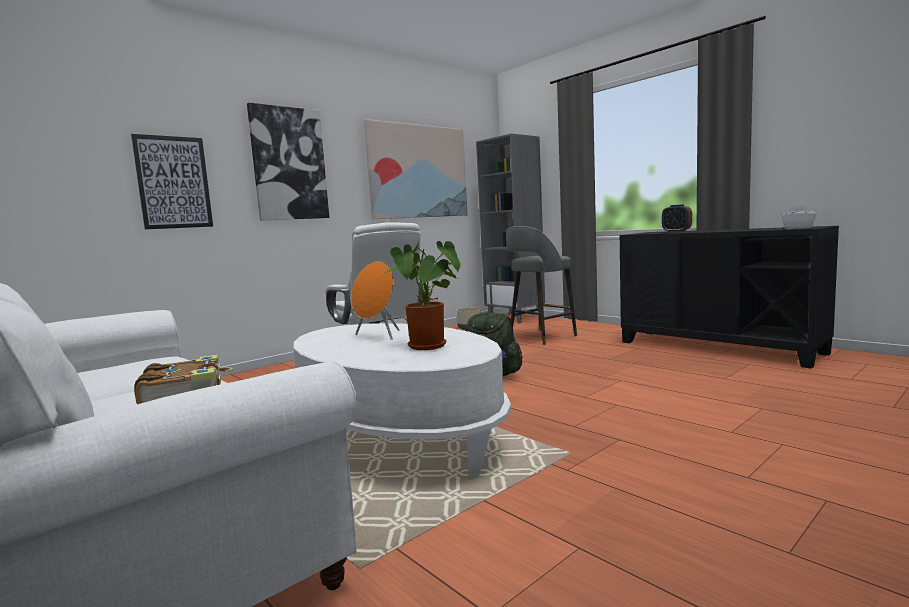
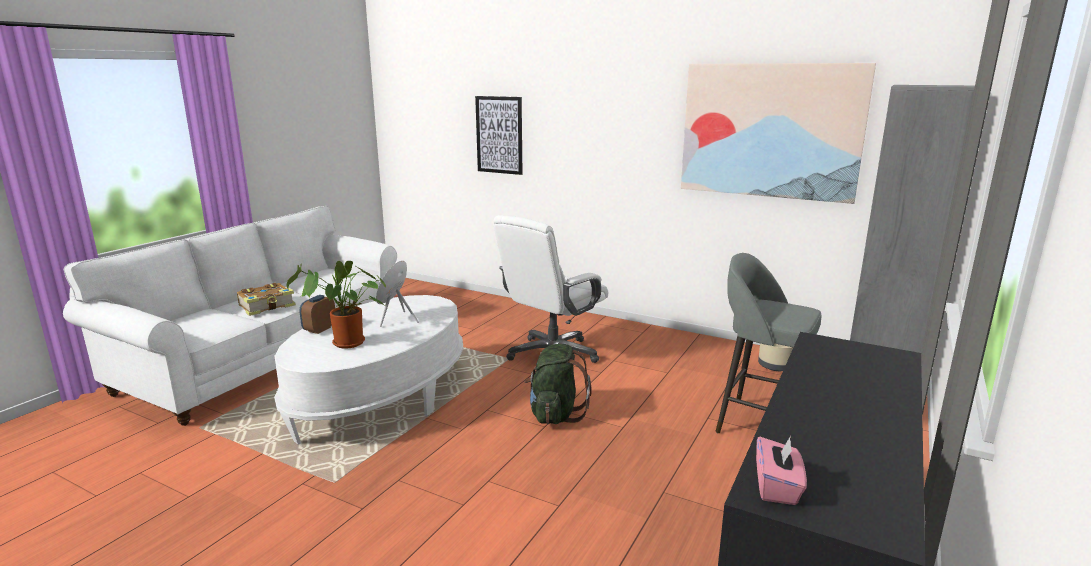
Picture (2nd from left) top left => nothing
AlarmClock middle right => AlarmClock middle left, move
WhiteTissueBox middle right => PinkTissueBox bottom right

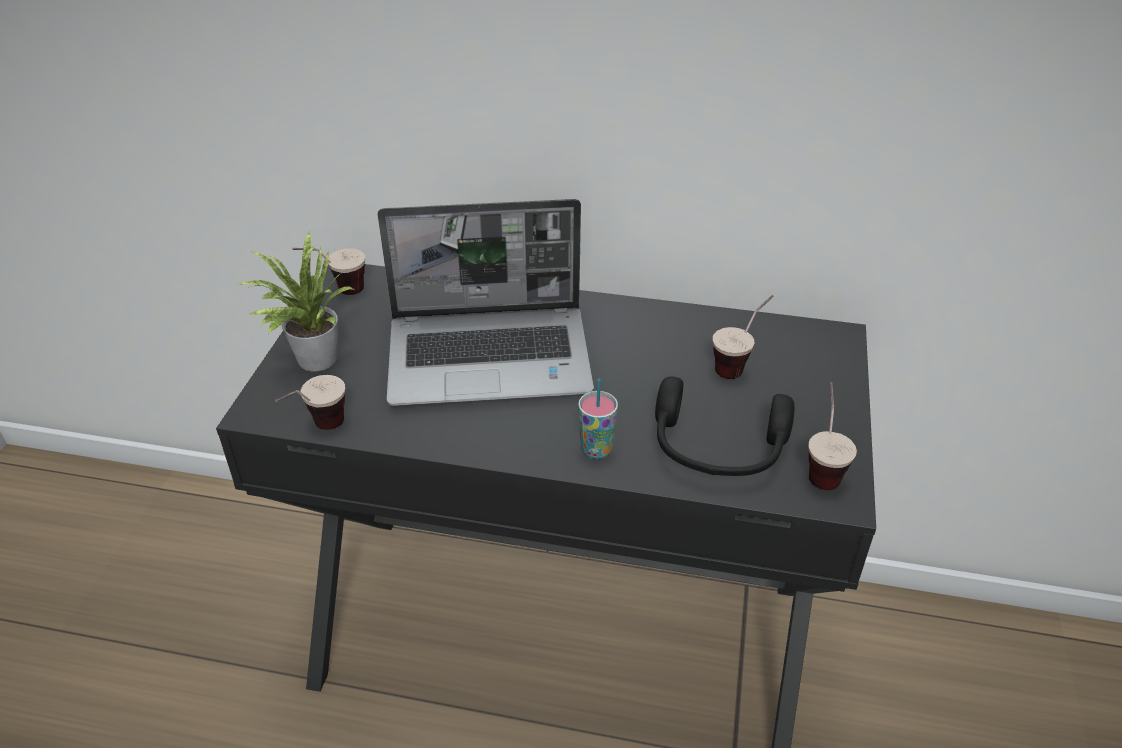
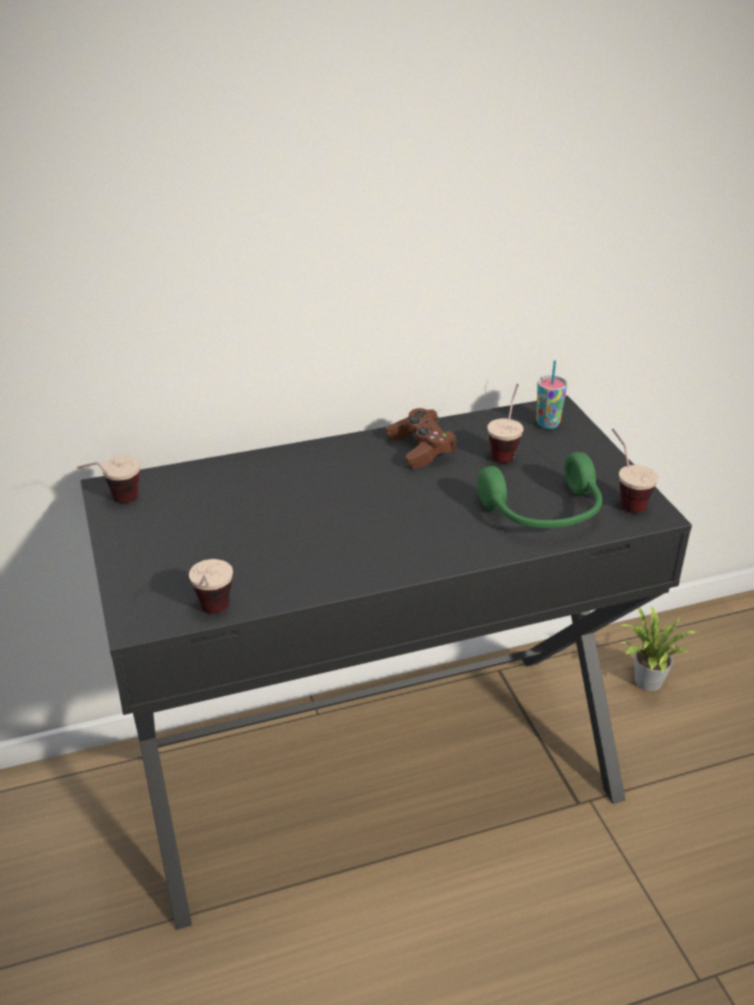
Laptop centre => nothing
PottedPlant middle left => PottedPlant middle right, move
BlackHeadphones centre => GreenHeadphones middle right
Cup (3rd from left in the first image) centre => Cup (4th from left) middle right, move
nothing => BrownGameController centre

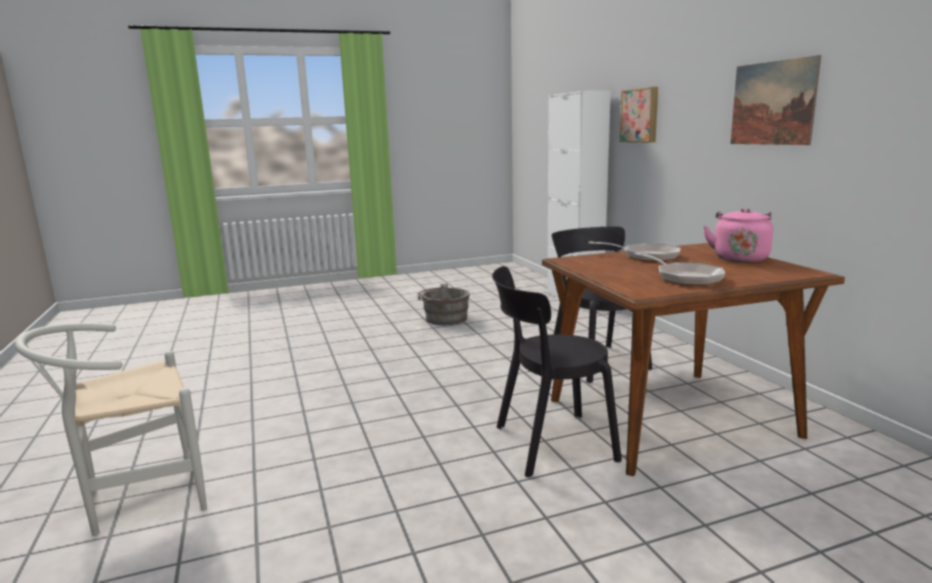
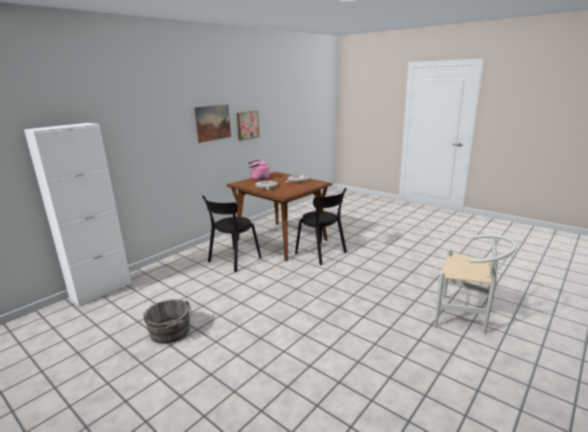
Picture (1st from left in the first image) top right => Picture (2nd from left) top centre, move

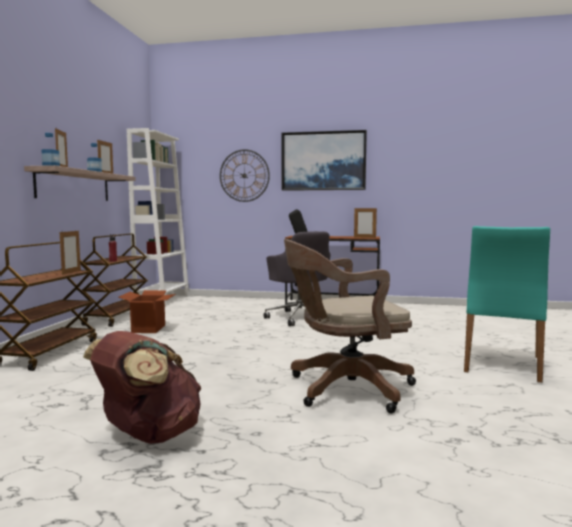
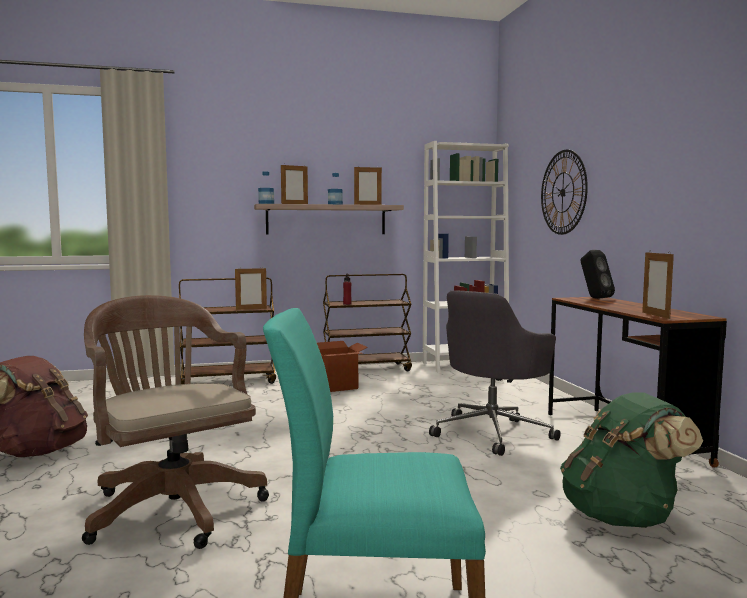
Picture top centre => nothing
nothing => GreenBackpack bottom right

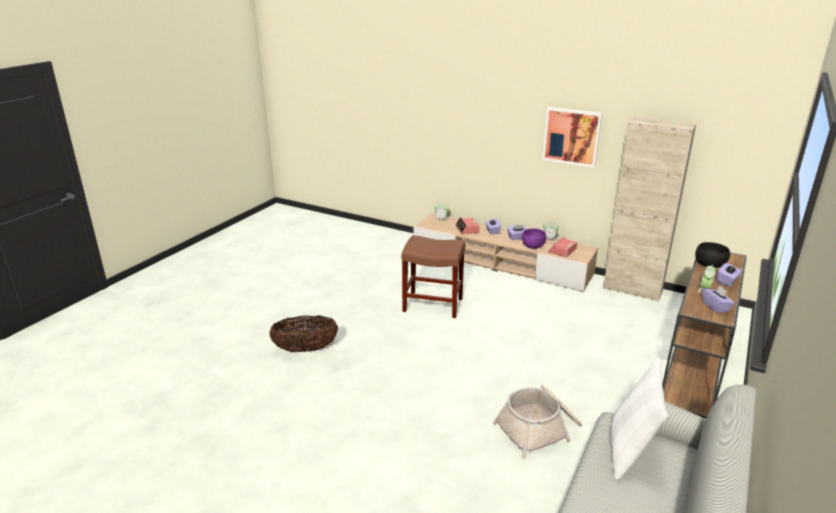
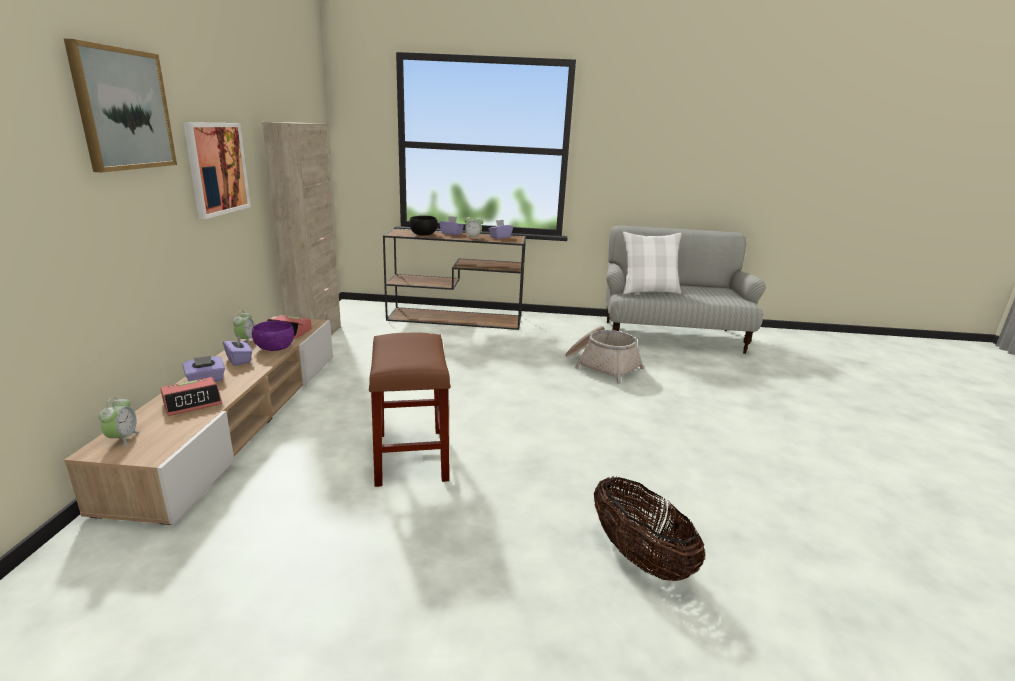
nothing => Picture (1st from left) top left

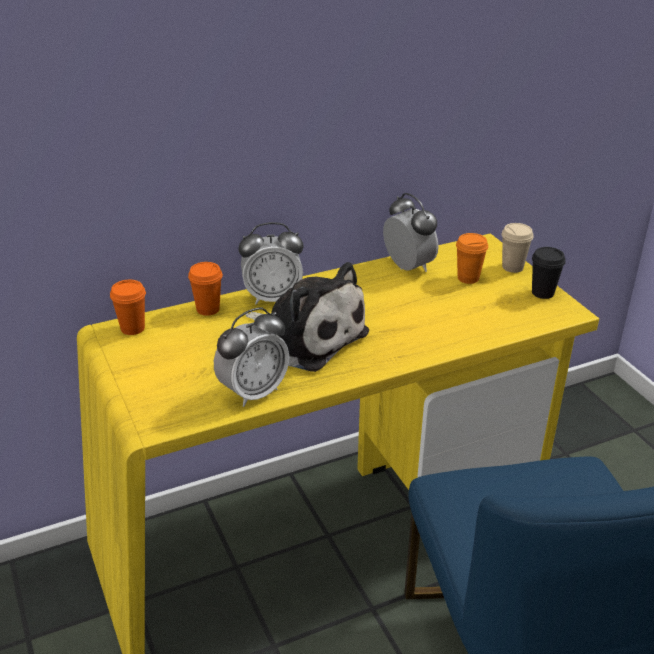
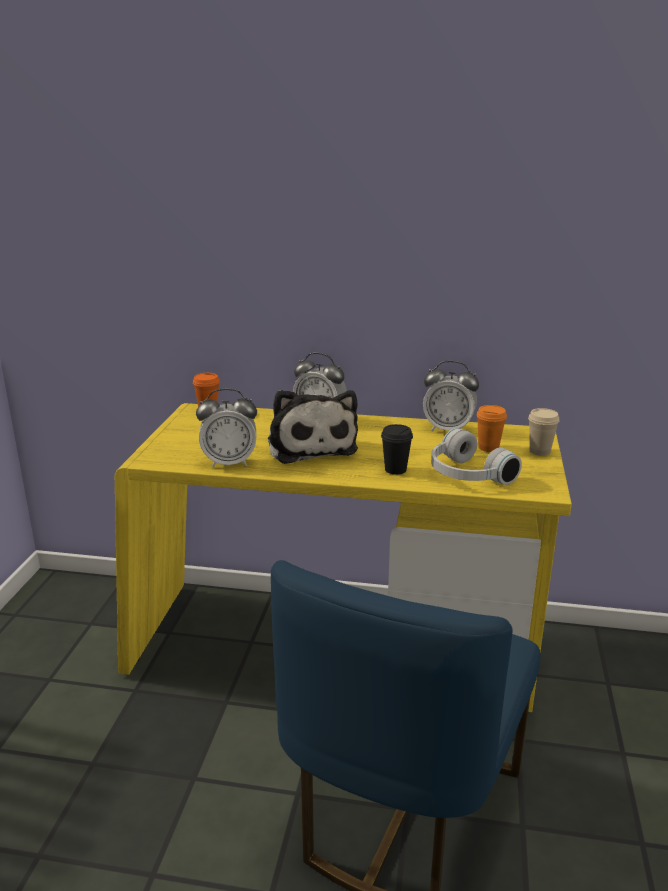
AlarmClock (3rd from left) centre => AlarmClock (3rd from left) middle right, 105 degrees clockwise
BlackCup middle right => BlackCup centre, move
OrangeCup (2nd from left) middle left => nothing
nothing => WhiteHeadphones middle right

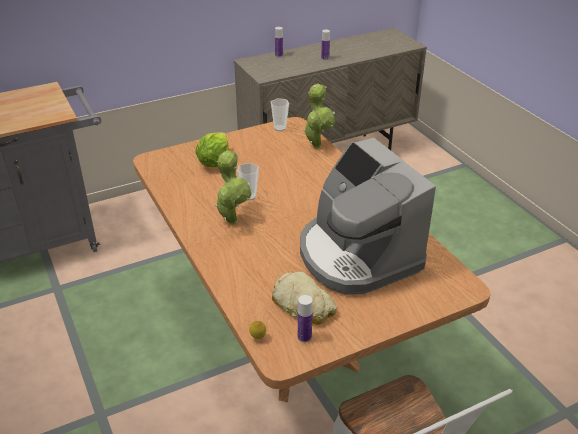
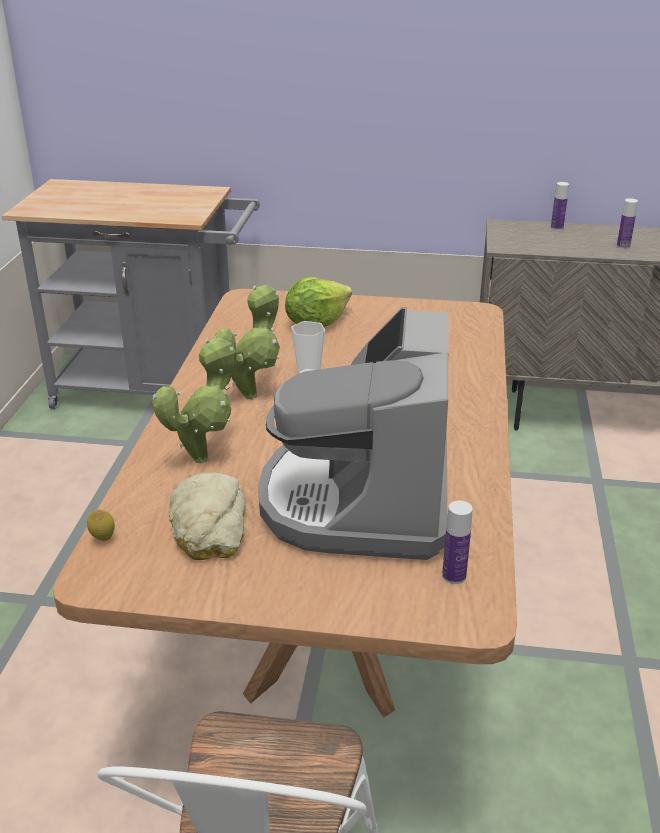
PottedPlant (2nd from left in the first image) top centre => PottedPlant (1st from left) middle left, move
Cup (2nd from left) top centre => nothing
Bottle (2nd from left in the first image) bottom centre => Bottle (1st from left) middle right, move

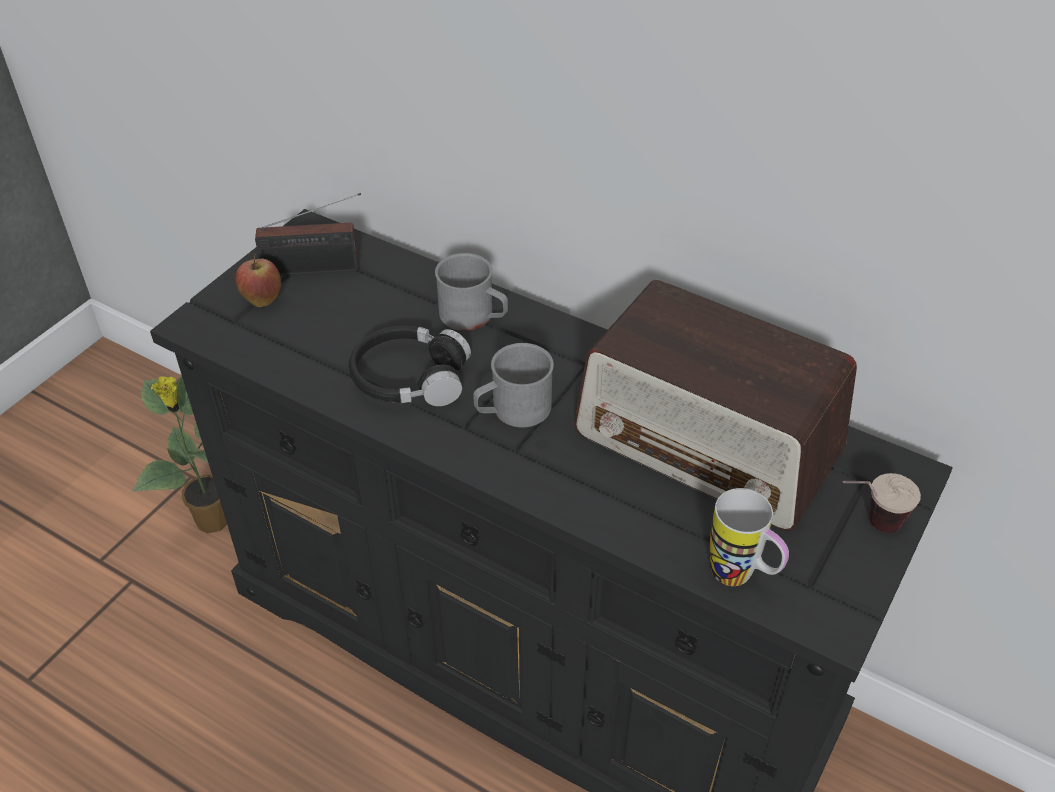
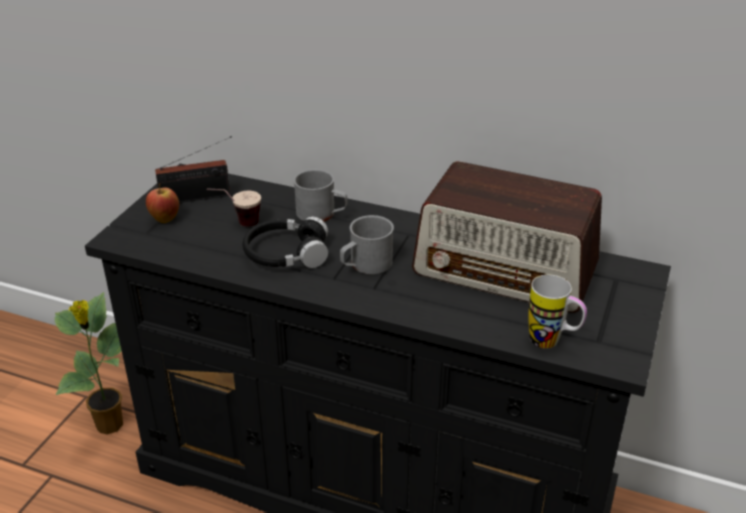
Cup middle right => Cup middle left, move

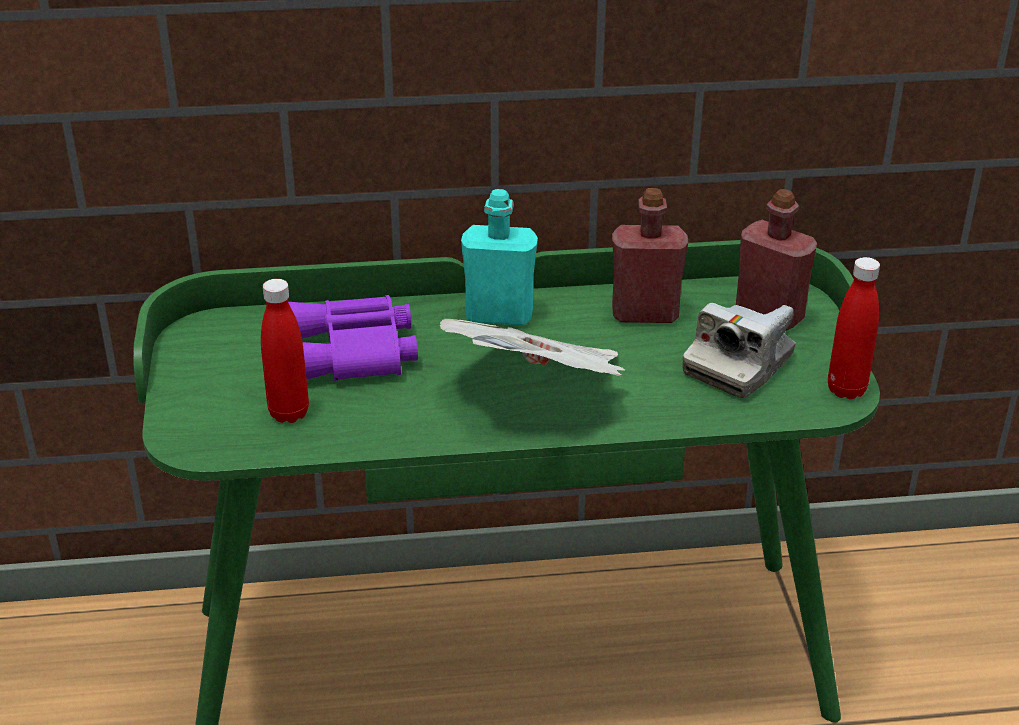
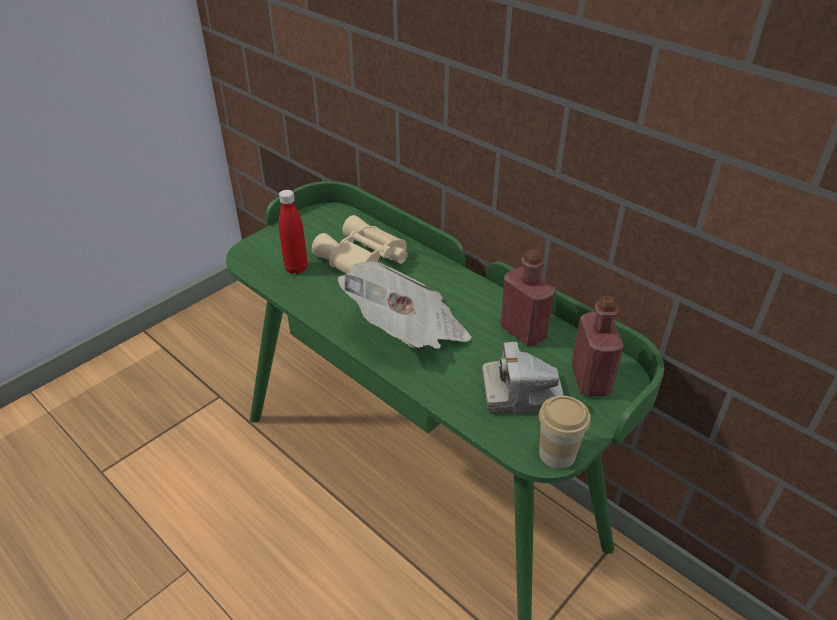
TurquoiseBottle centre => nothing
RedBottle (4th from left) middle right => Cup bottom right
PurpleBinoculars centre => BeigeBinoculars centre

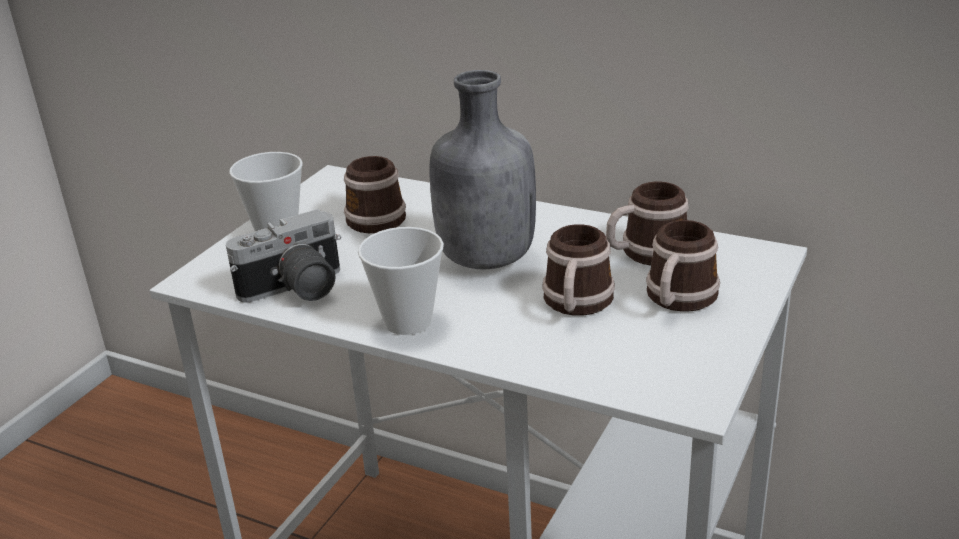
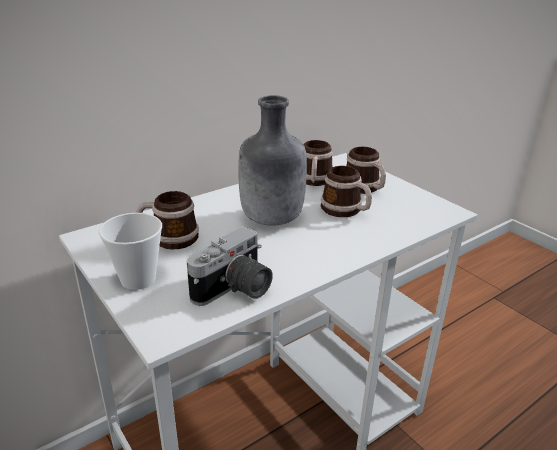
PhotoCamera middle left => PhotoCamera centre, 45 degrees clockwise
Cup (2nd from left) centre => nothing

